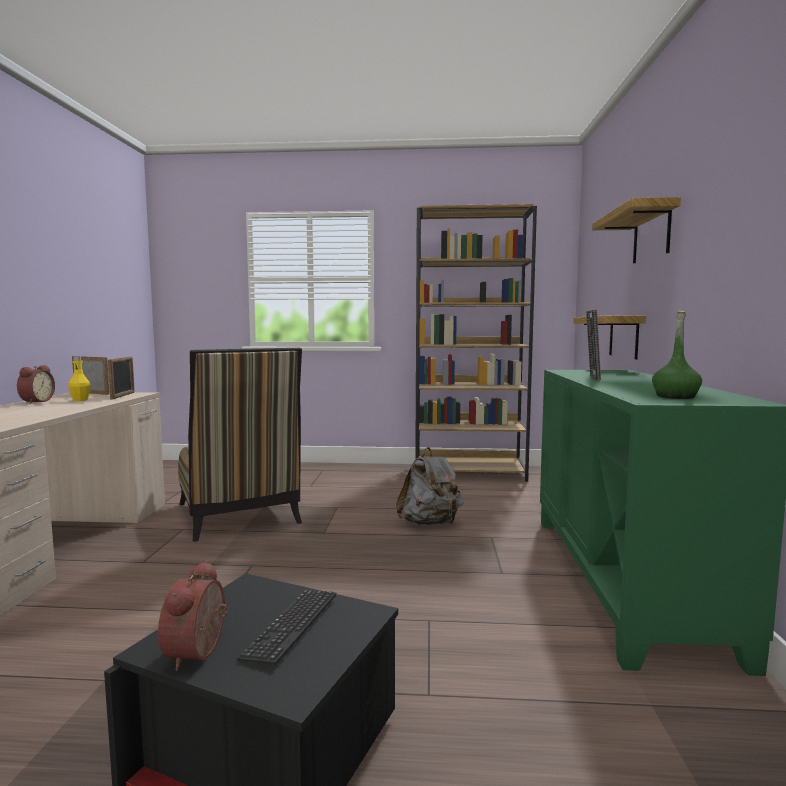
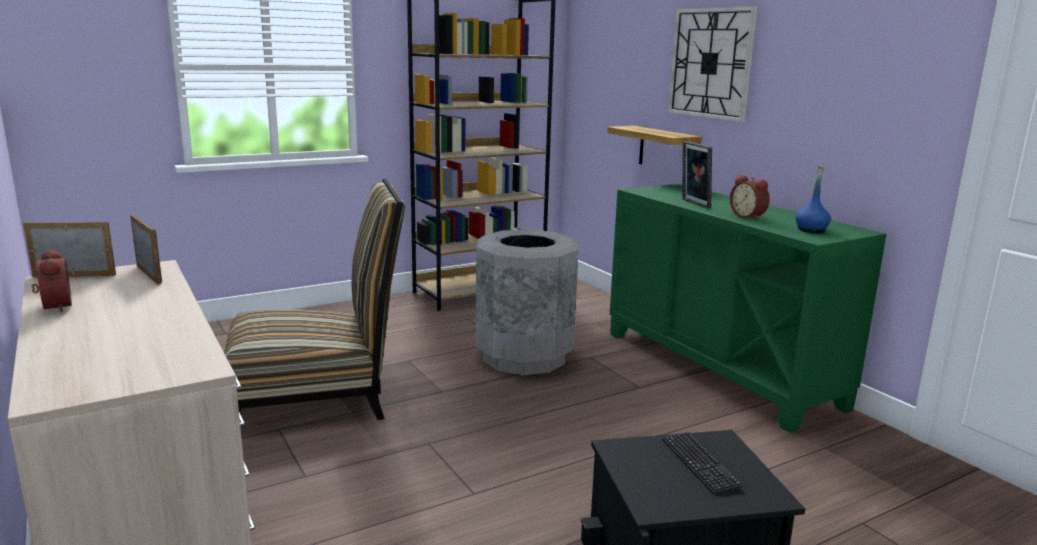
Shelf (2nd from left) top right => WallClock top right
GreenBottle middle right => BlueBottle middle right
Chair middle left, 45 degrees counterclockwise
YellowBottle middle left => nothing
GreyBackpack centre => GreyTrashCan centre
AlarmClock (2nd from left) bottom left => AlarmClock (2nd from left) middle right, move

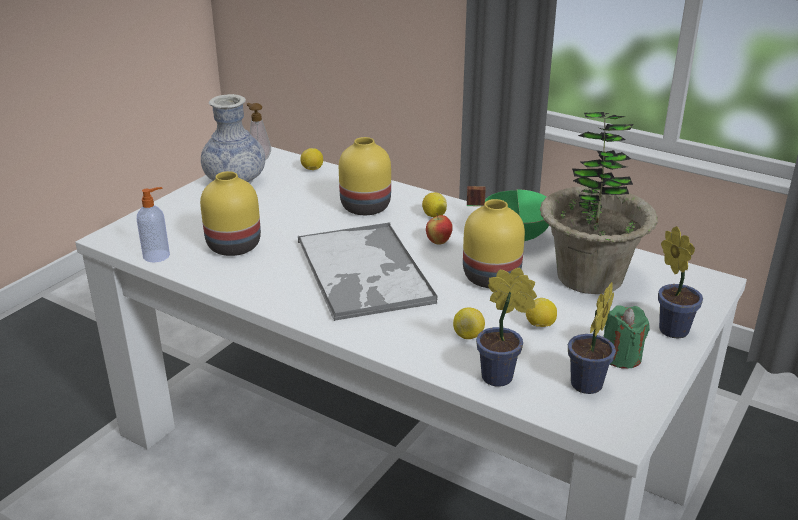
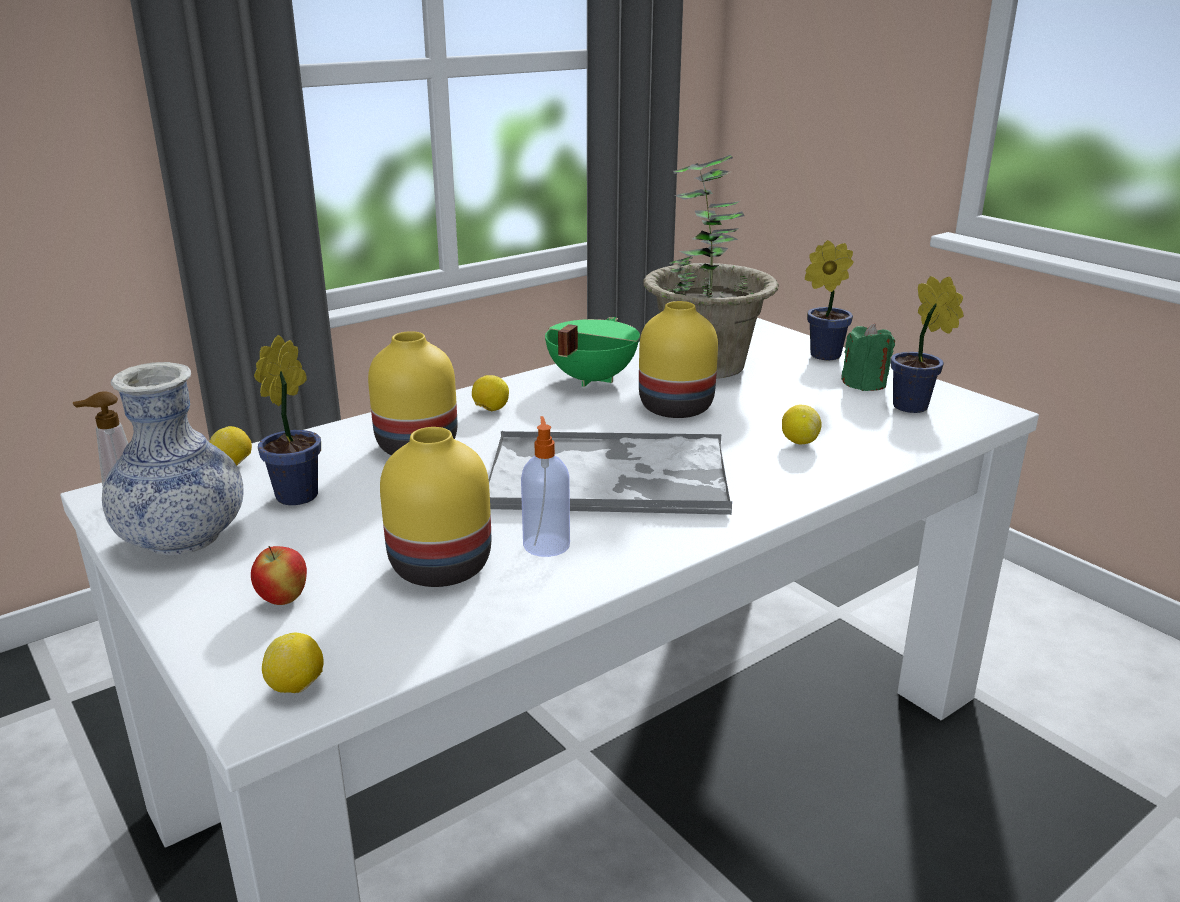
SoapDispenser (1st from left in the first image) middle left => SoapDispenser (2nd from left) centre, move
Apple centre => Apple middle left, move
PottedPlant (1st from left) centre => PottedPlant (1st from left) middle left, move
Lemon (4th from left in the first image) middle right => Lemon (2nd from left) bottom left, move

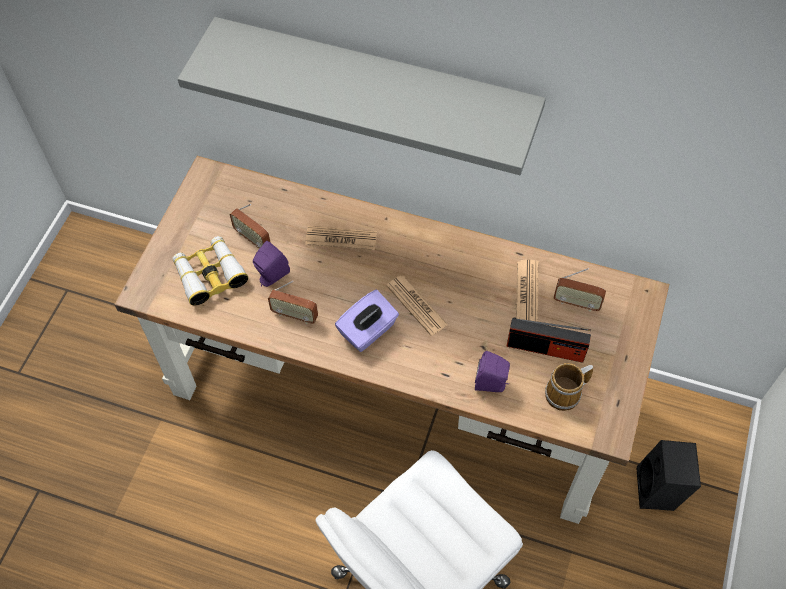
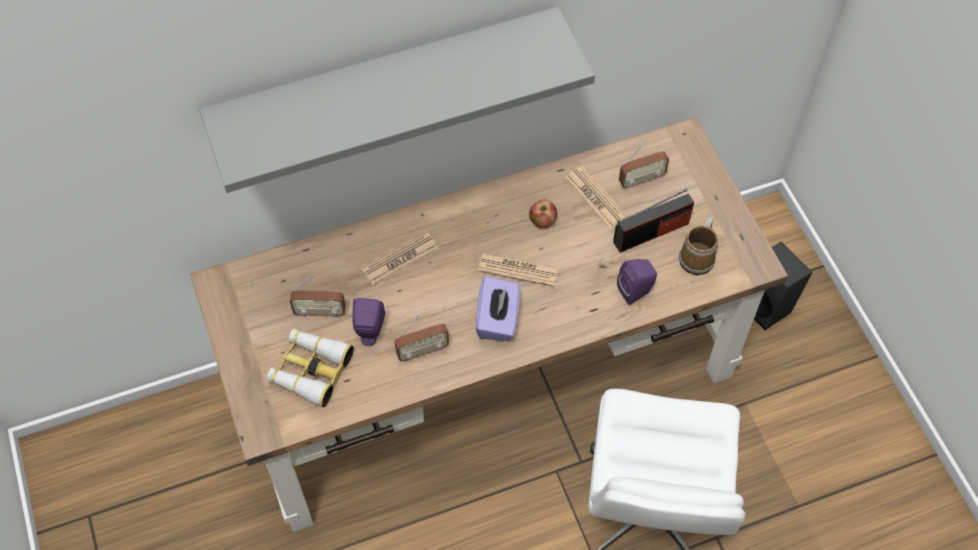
nothing => Apple centre

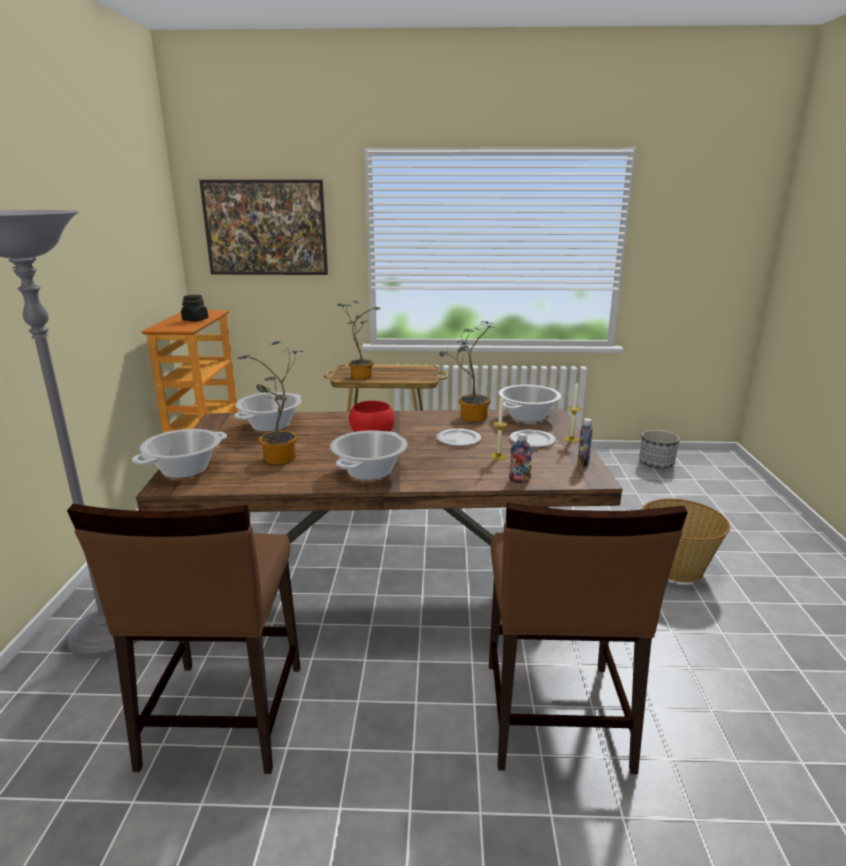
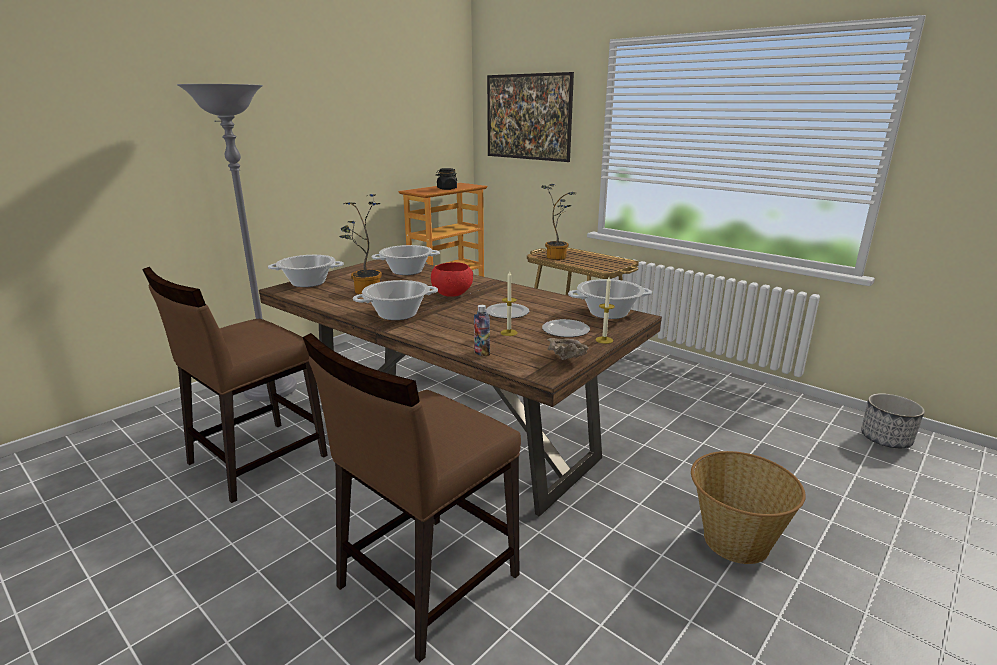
PottedPlant (3rd from left) centre => nothing
Bottle (2nd from left) middle right => BeigeBowl centre

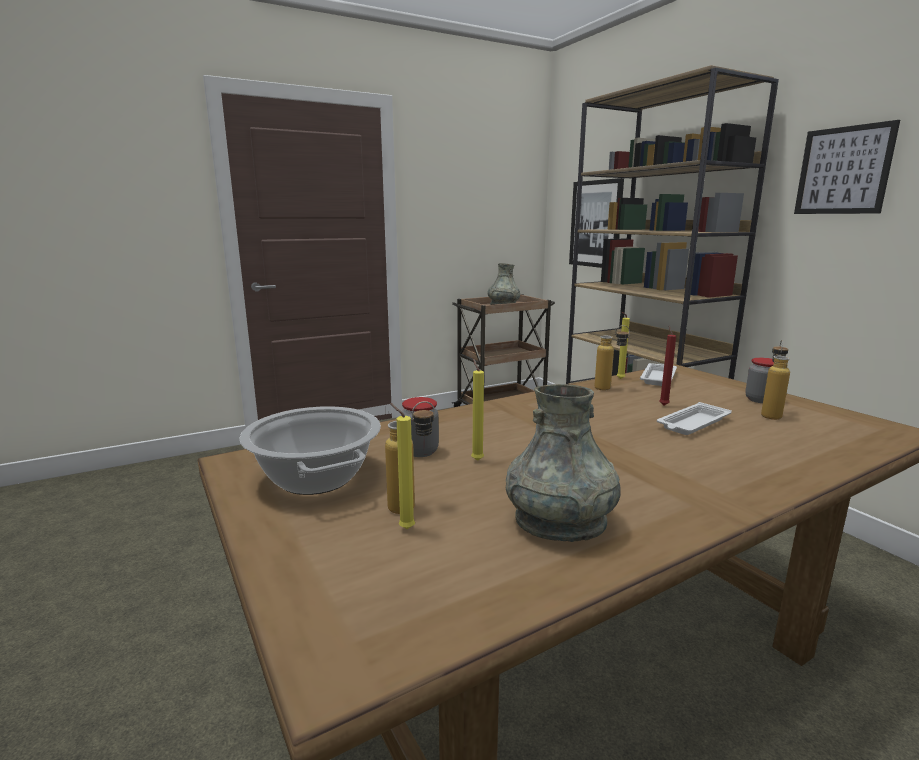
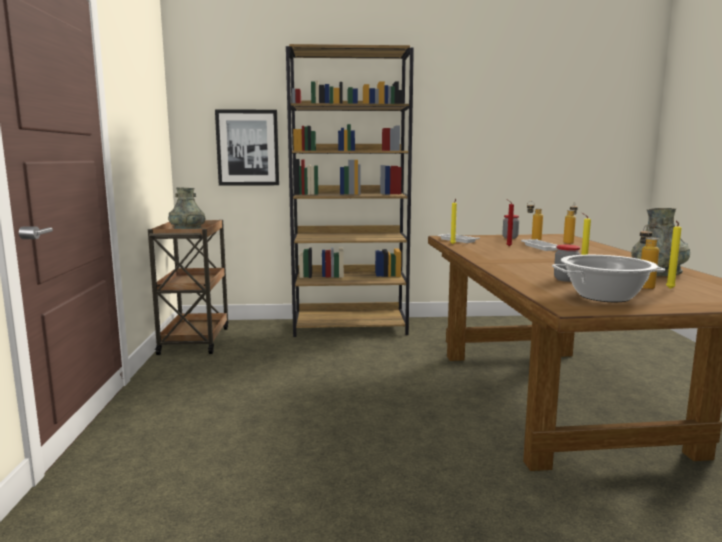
Picture (2nd from left) top right => nothing
Bottle (2nd from left) centre => Bottle (2nd from left) middle right, move

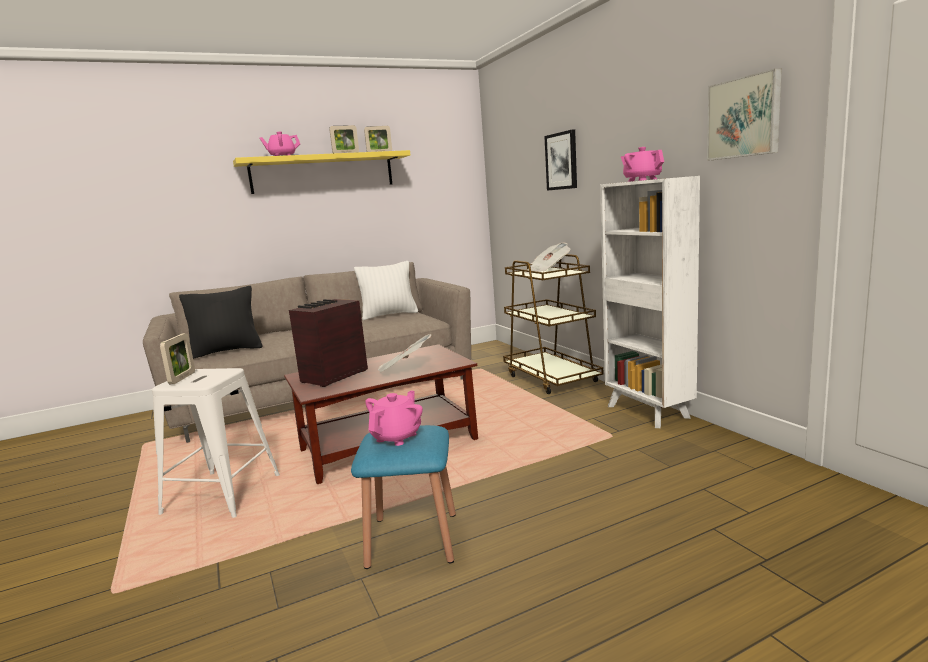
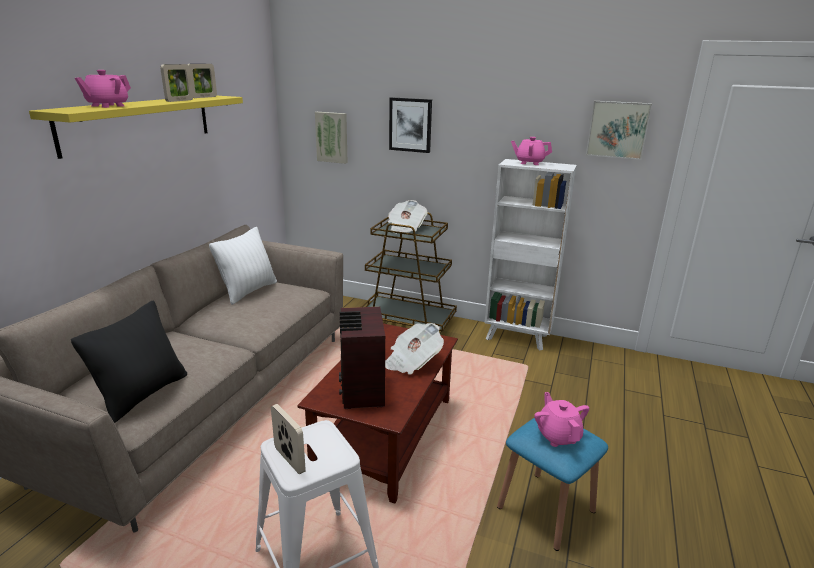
nothing => Picture (1st from left) top centre

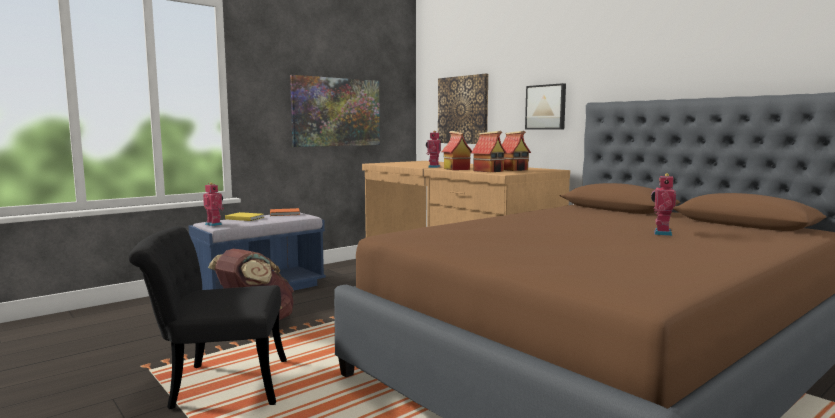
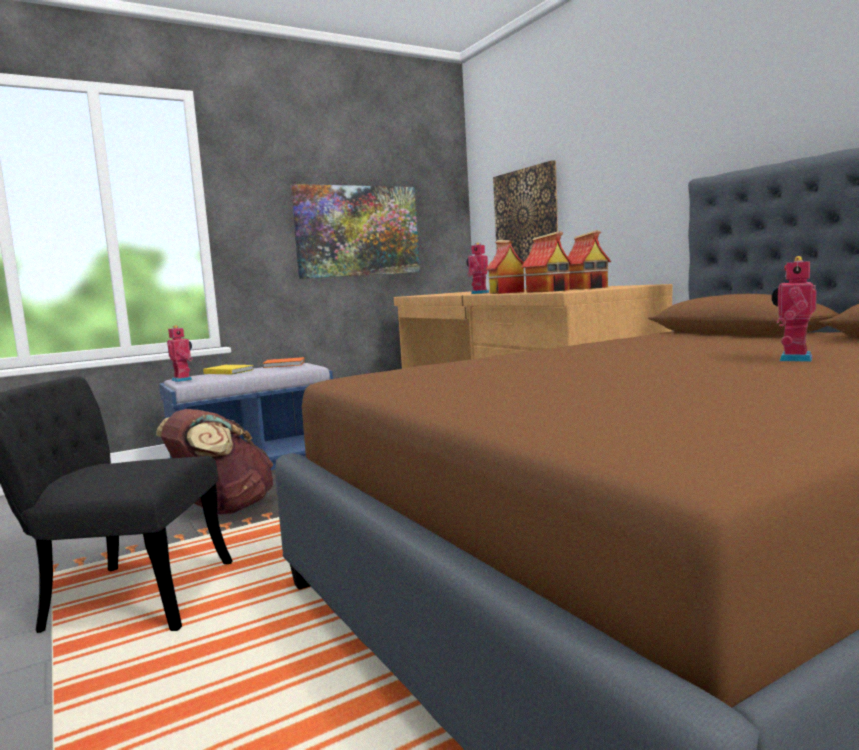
Picture (3rd from left) top centre => nothing

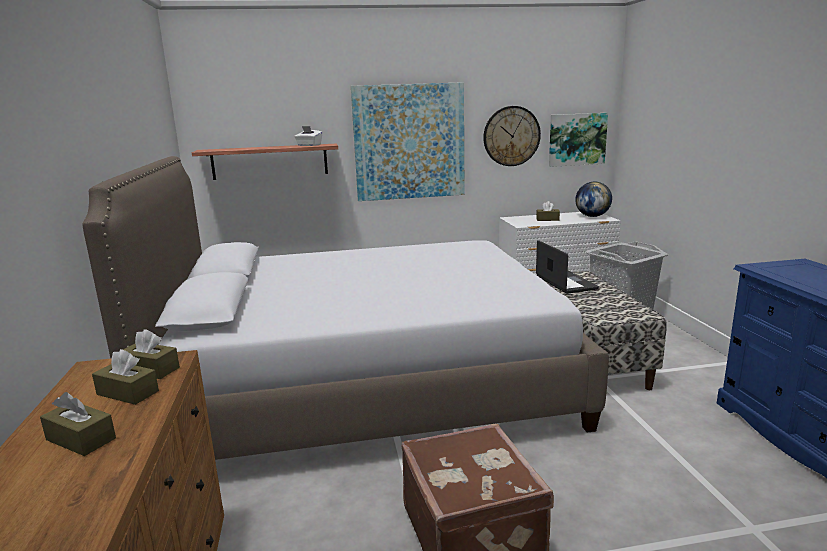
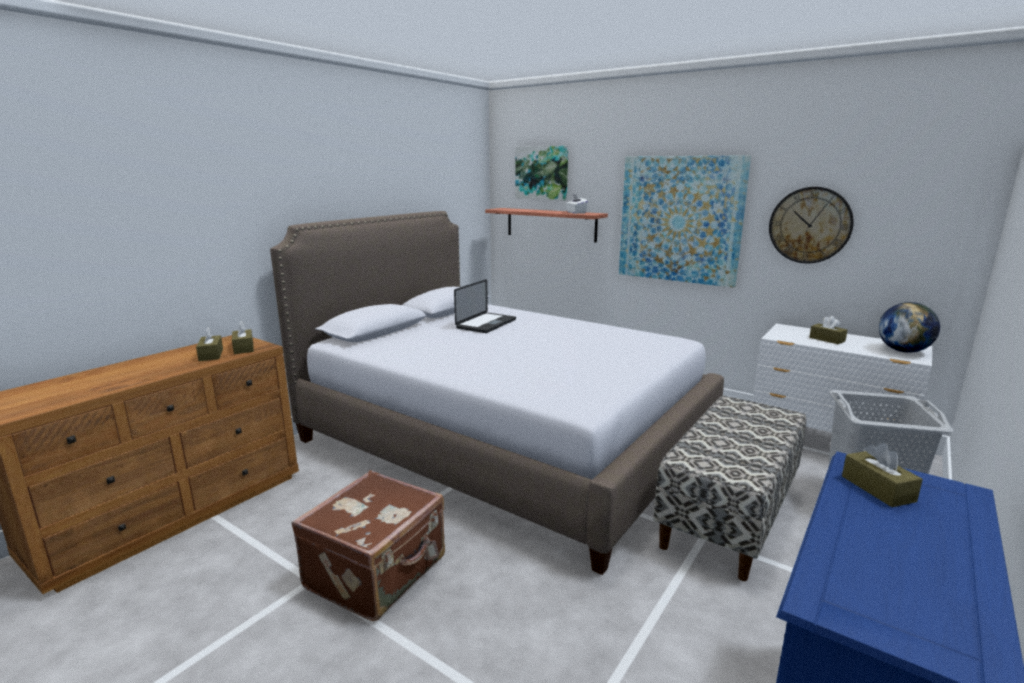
Picture (2nd from left in the first image) top right => Picture (1st from left) top centre, move
Laptop middle right => Laptop centre, move
BrownTissueBox (1st from left in the first image) bottom left => BrownTissueBox (4th from left) bottom right, move

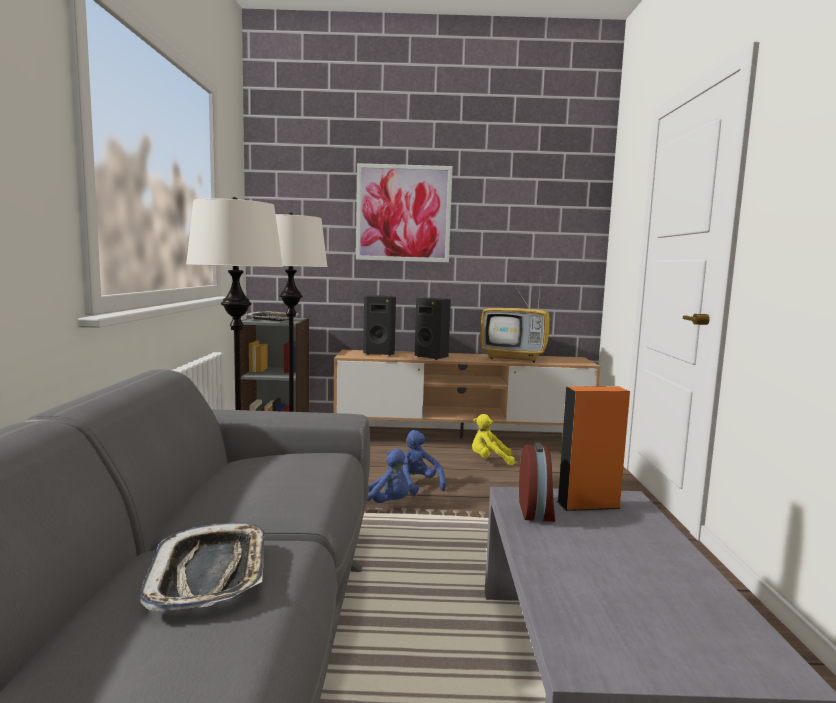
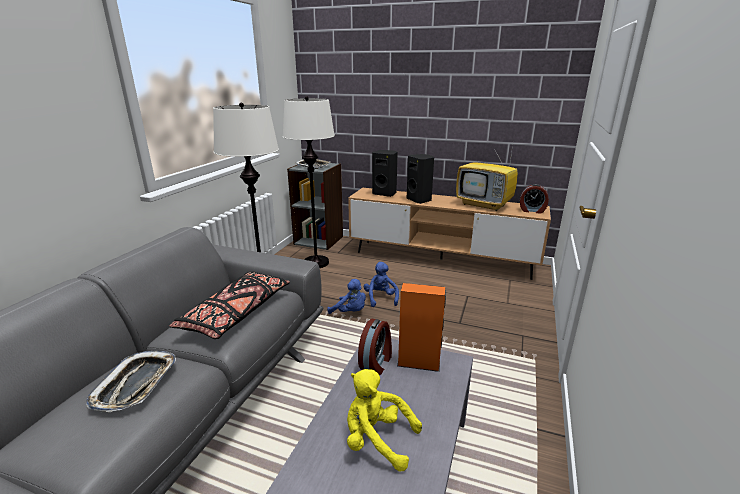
Picture top centre => nothing
YellowPlushToy centre => YellowPlushToy bottom centre, move
nothing => AlarmClock (2nd from left) middle right
nothing => BlackPillow middle left

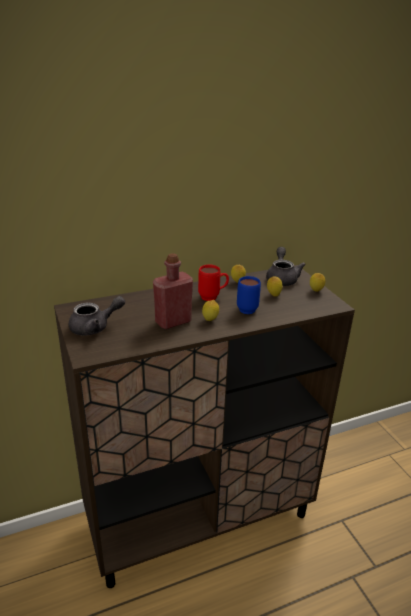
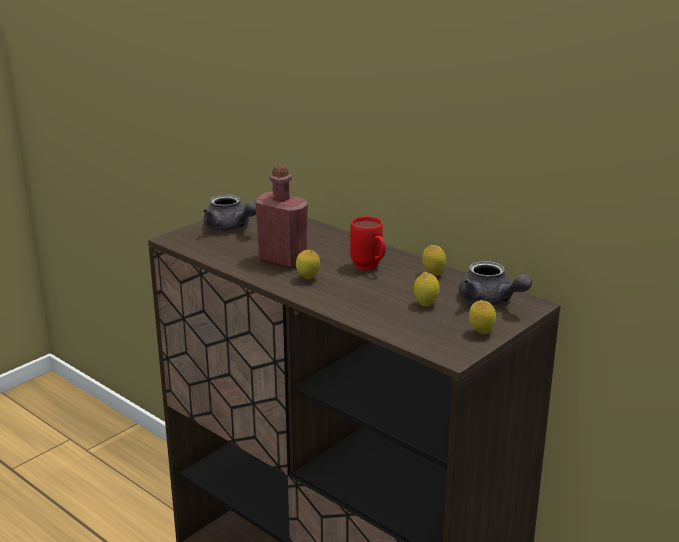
GreyTeapot (2nd from left) middle right, 75 degrees clockwise
BlueMug centre => nothing

